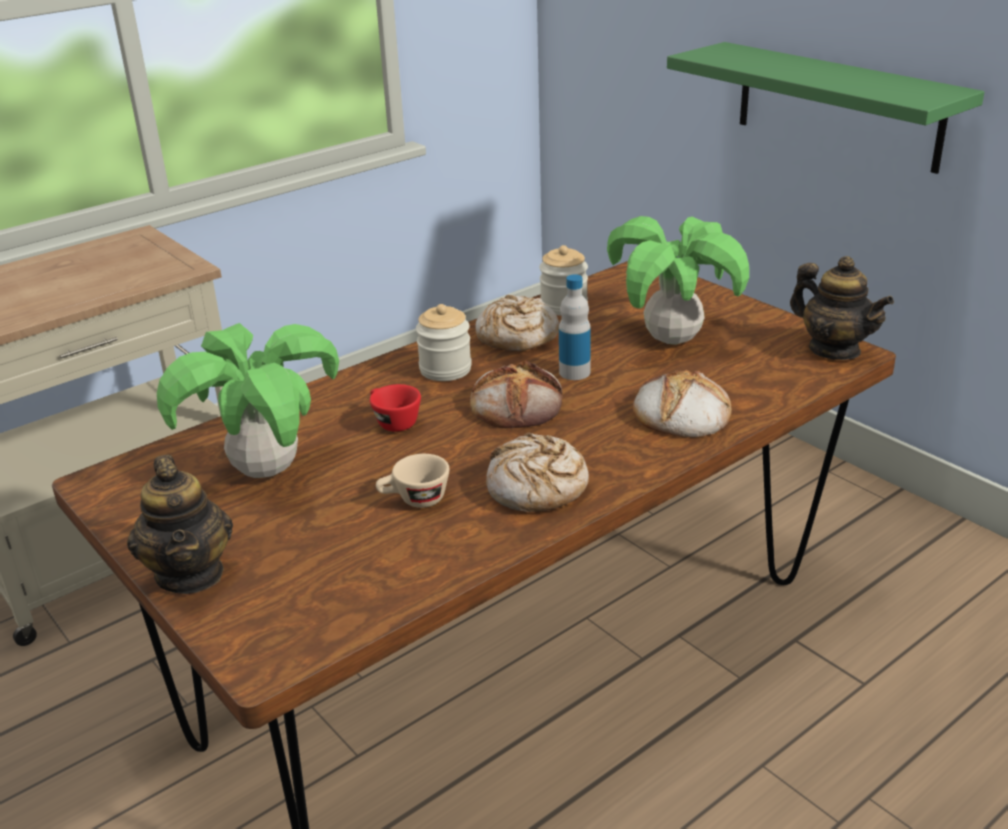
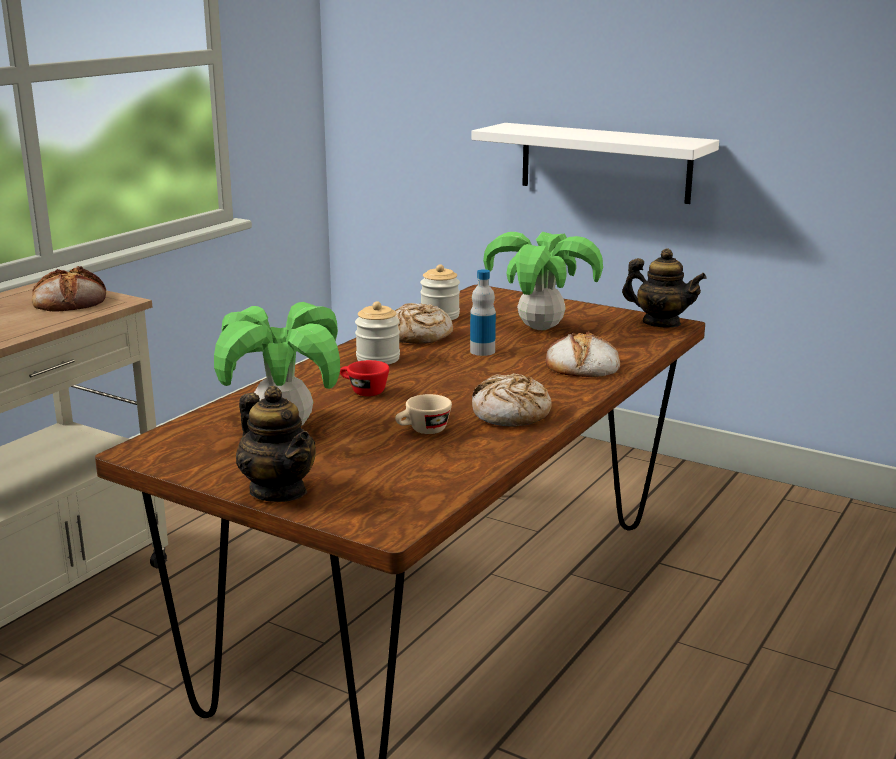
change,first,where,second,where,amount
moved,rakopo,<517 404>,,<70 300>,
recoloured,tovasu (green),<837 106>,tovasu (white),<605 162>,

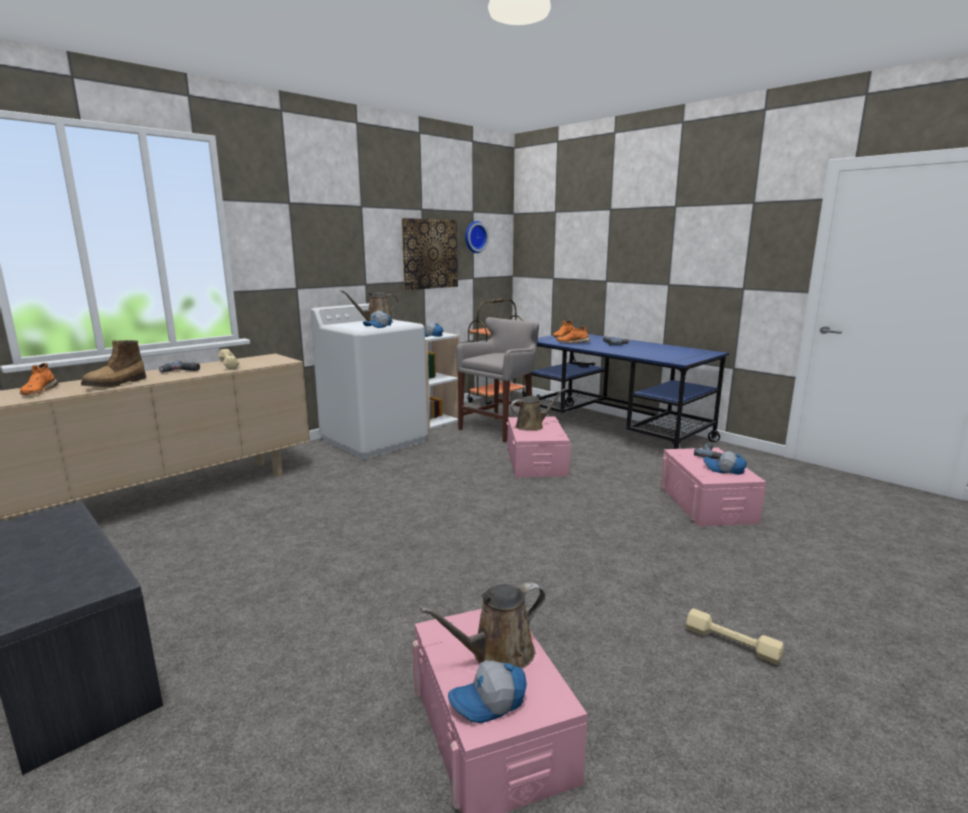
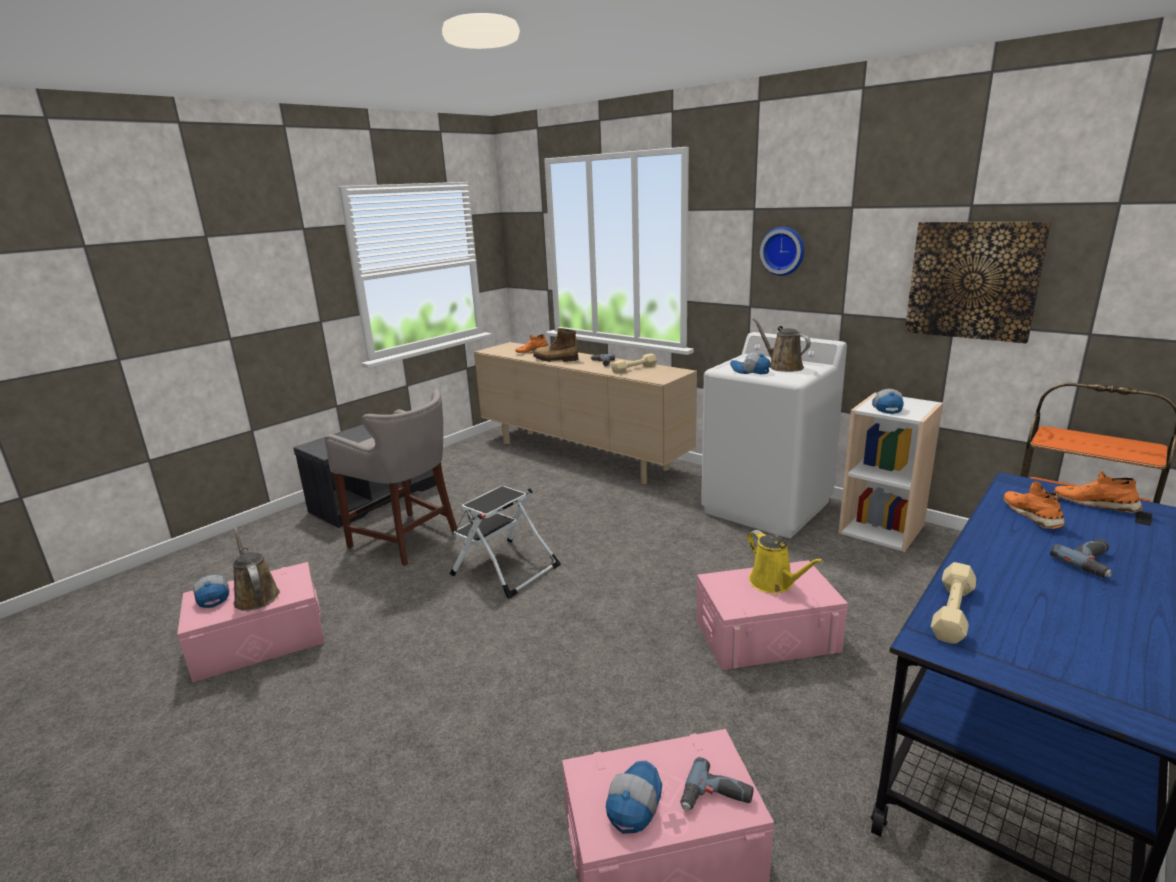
change,first,where,second,where,amount
moved,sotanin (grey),<500 428>,,<407 540>,
moved,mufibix,<474 237>,,<783 251>,
recoloured,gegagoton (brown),<532 426>,gegagoton (yellow),<774 583>,
moved,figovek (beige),<732 643>,,<953 611>,
added,,,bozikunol,<505 567>,

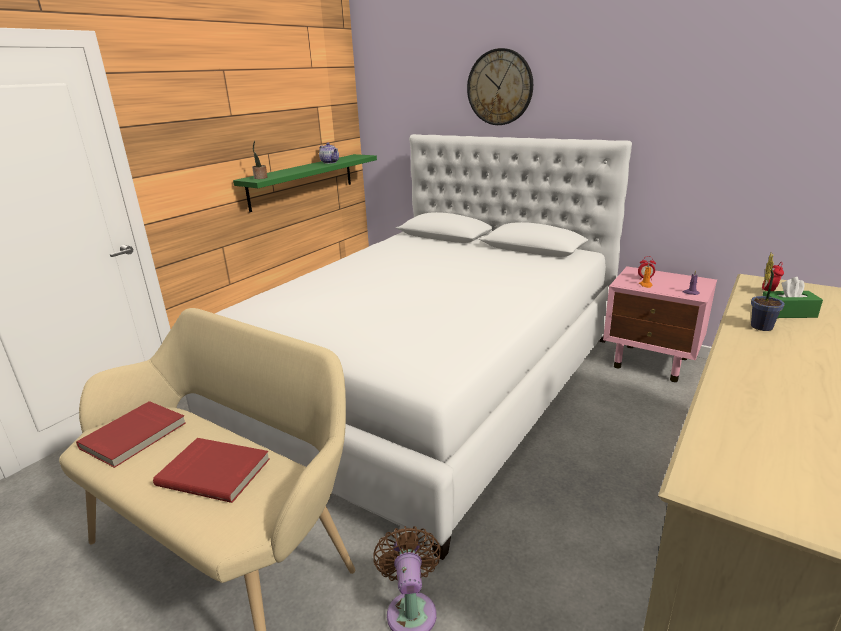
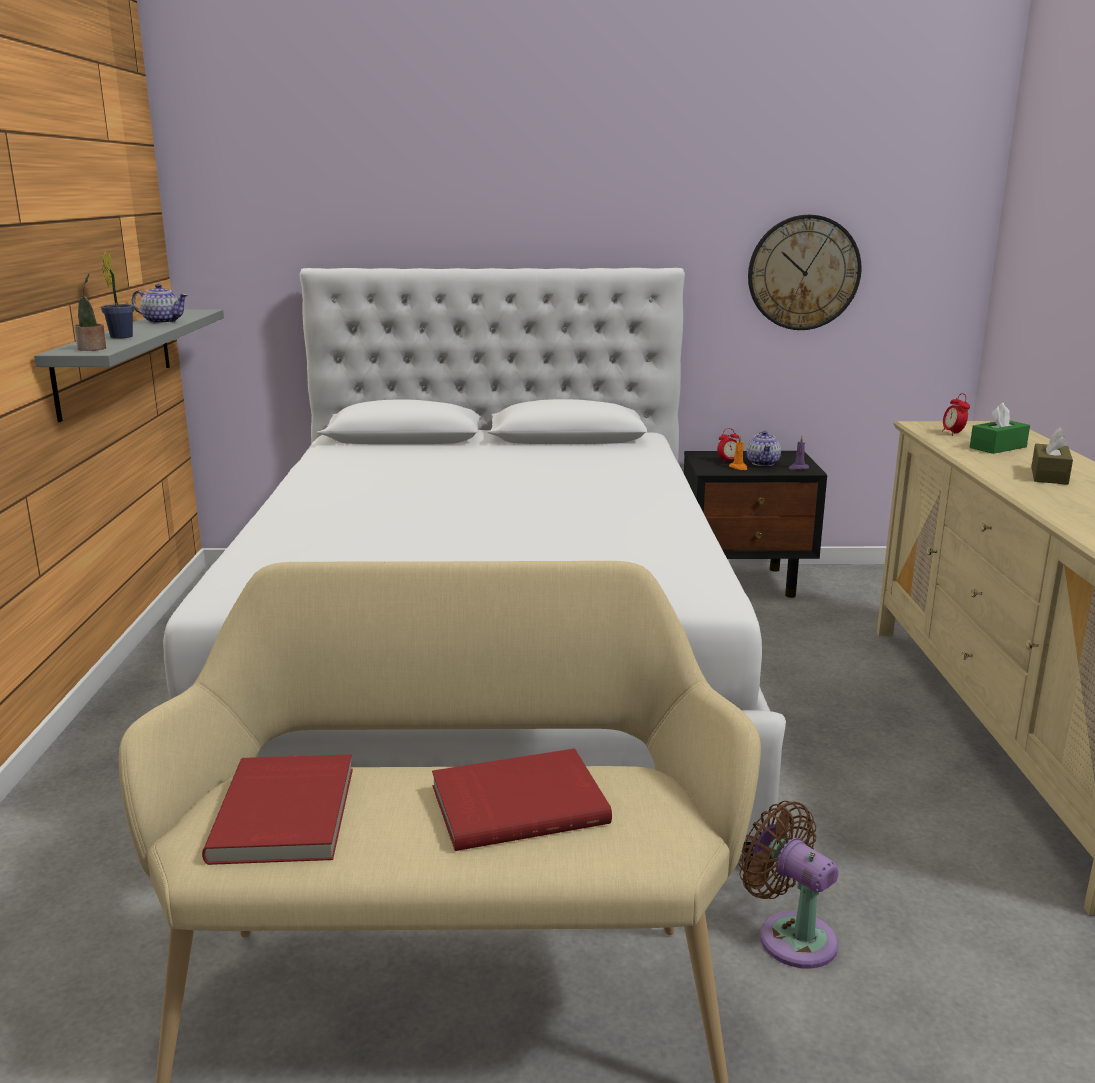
change,first,where,second,where,amount
recoloured,tovasu (green),<302 181>,tovasu (grey),<115 360>,
moved,mufibix,<500 87>,,<803 273>,
recoloured,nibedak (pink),<652 362>,nibedak (black),<746 582>,
moved,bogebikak,<761 326>,,<122 336>,
added,,,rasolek,<763 463>,
added,,,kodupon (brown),<1049 475>,

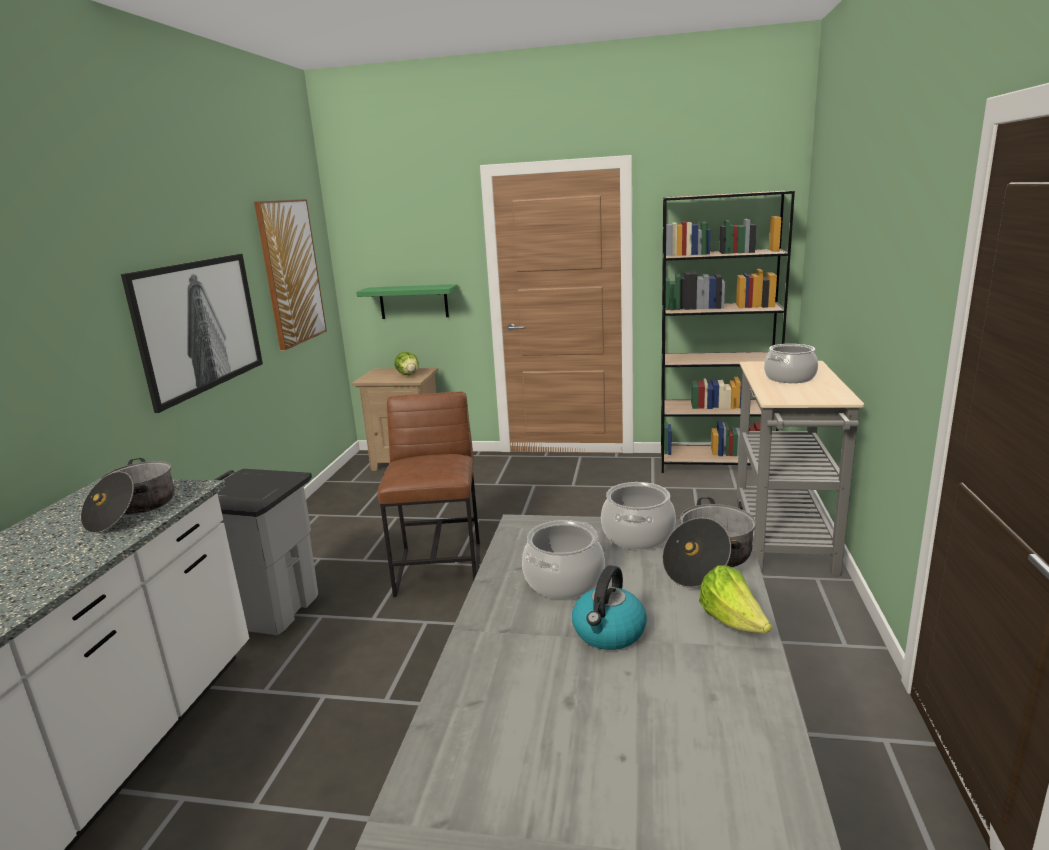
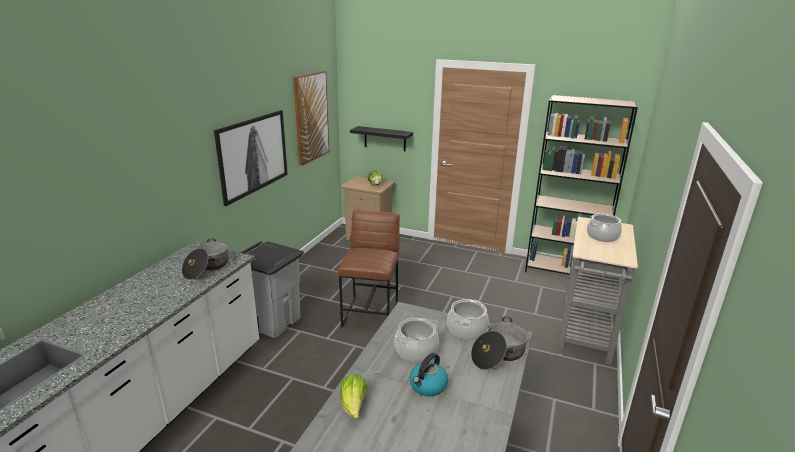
change,first,where,second,where,amount
recoloured,tovasu (green),<413 301>,tovasu (black),<385 138>,
moved,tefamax,<733 622>,,<354 406>,

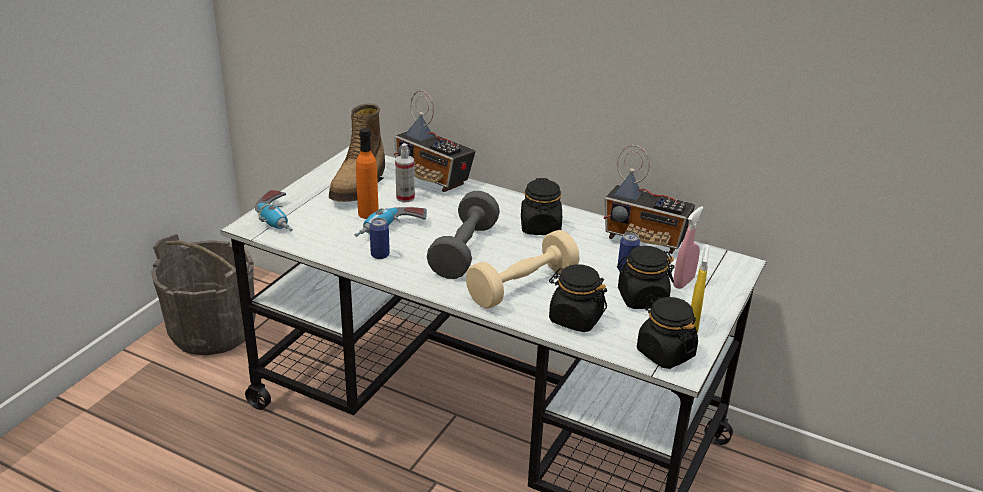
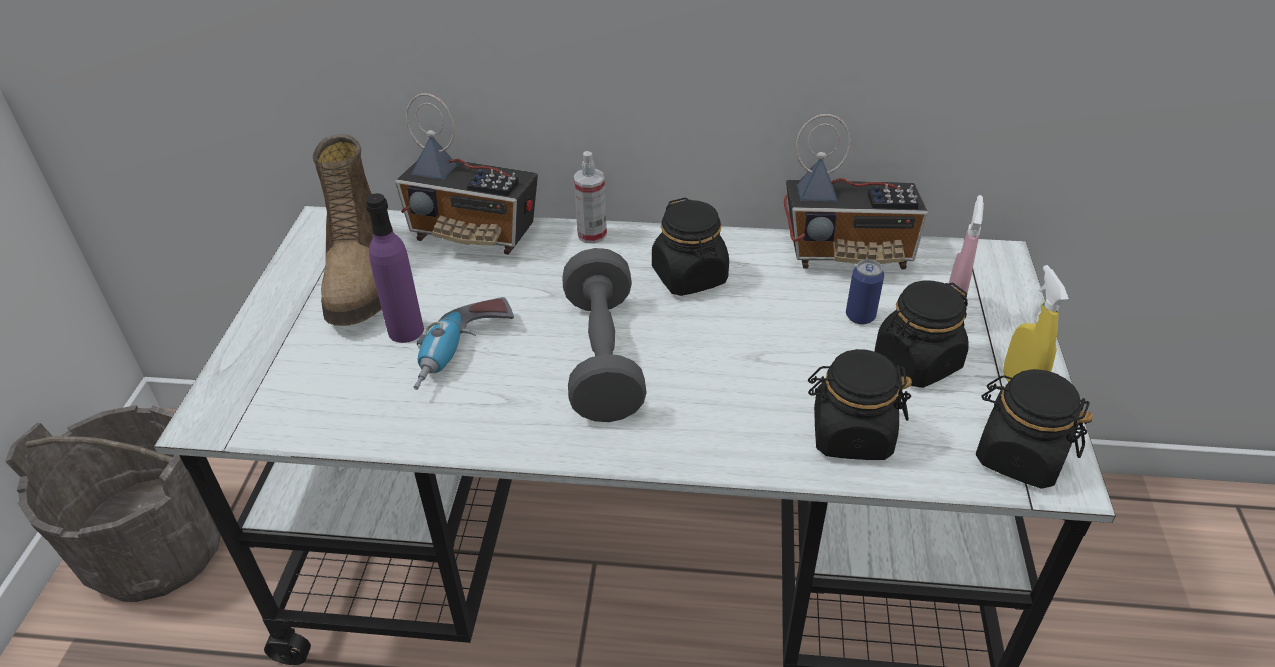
change,first,where,second,where,amount
removed,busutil,<279 220>,,,
recoloured,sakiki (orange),<368 213>,sakiki (purple),<406 330>,
removed,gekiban,<380 255>,,,
moved,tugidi,<405 198>,,<592 234>,
removed,figovek (beige),<522 286>,,,

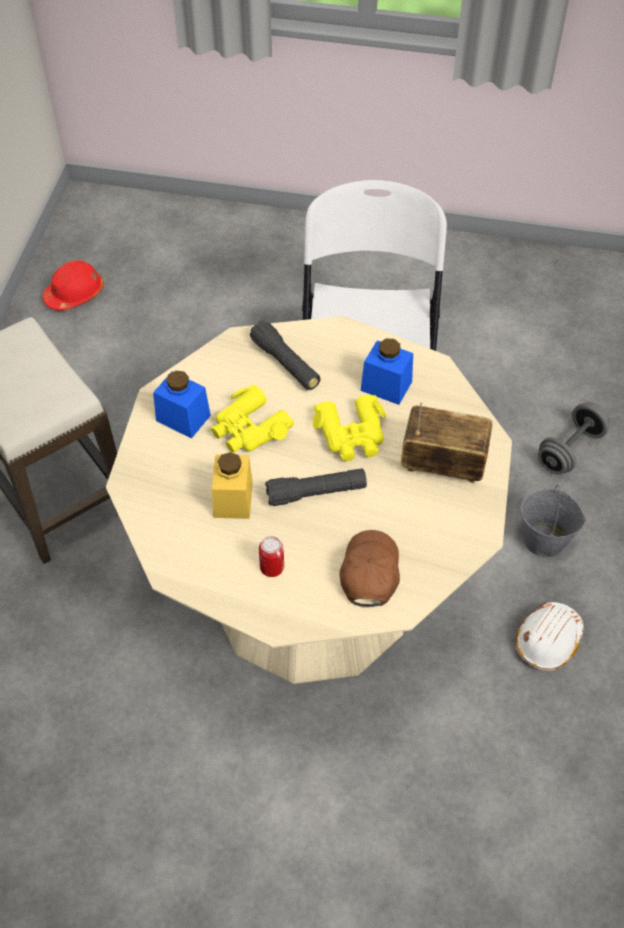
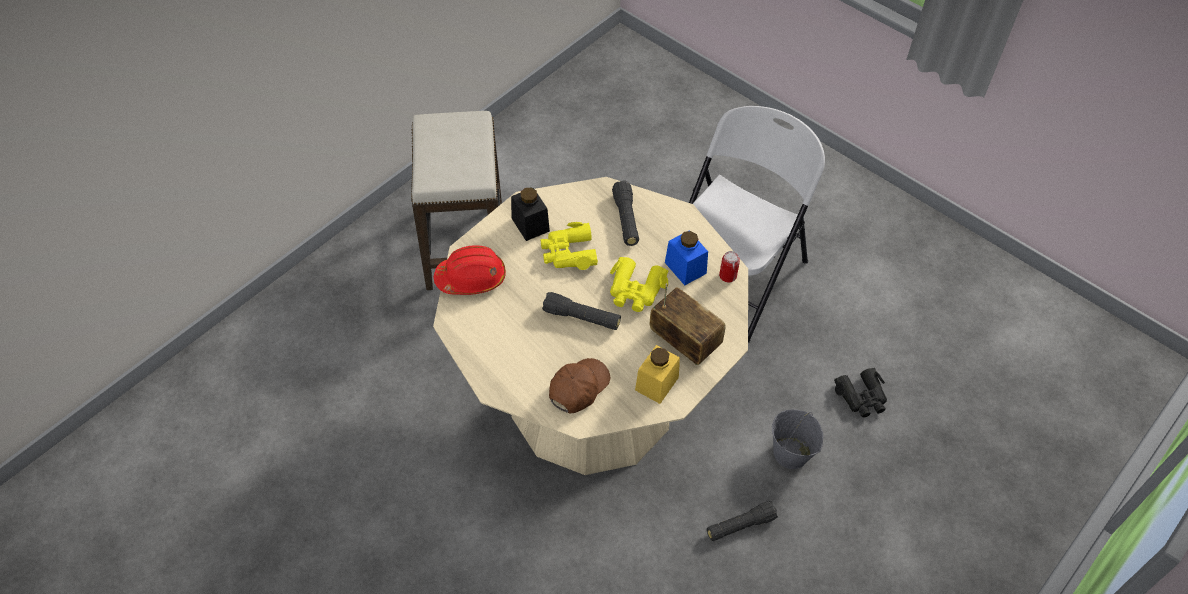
change,first,where,second,where,amount
moved,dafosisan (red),<75 294>,,<471 278>,
recoloured,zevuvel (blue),<183 418>,zevuvel (black),<530 224>,
moved,zevuvel (yellow),<233 499>,,<656 383>,
moved,gekiban,<272 567>,,<727 276>,
replaced,dafosisan (white),<548 640>,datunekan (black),<740 526>,
replaced,figovek (grey),<570 450>,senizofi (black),<862 397>,

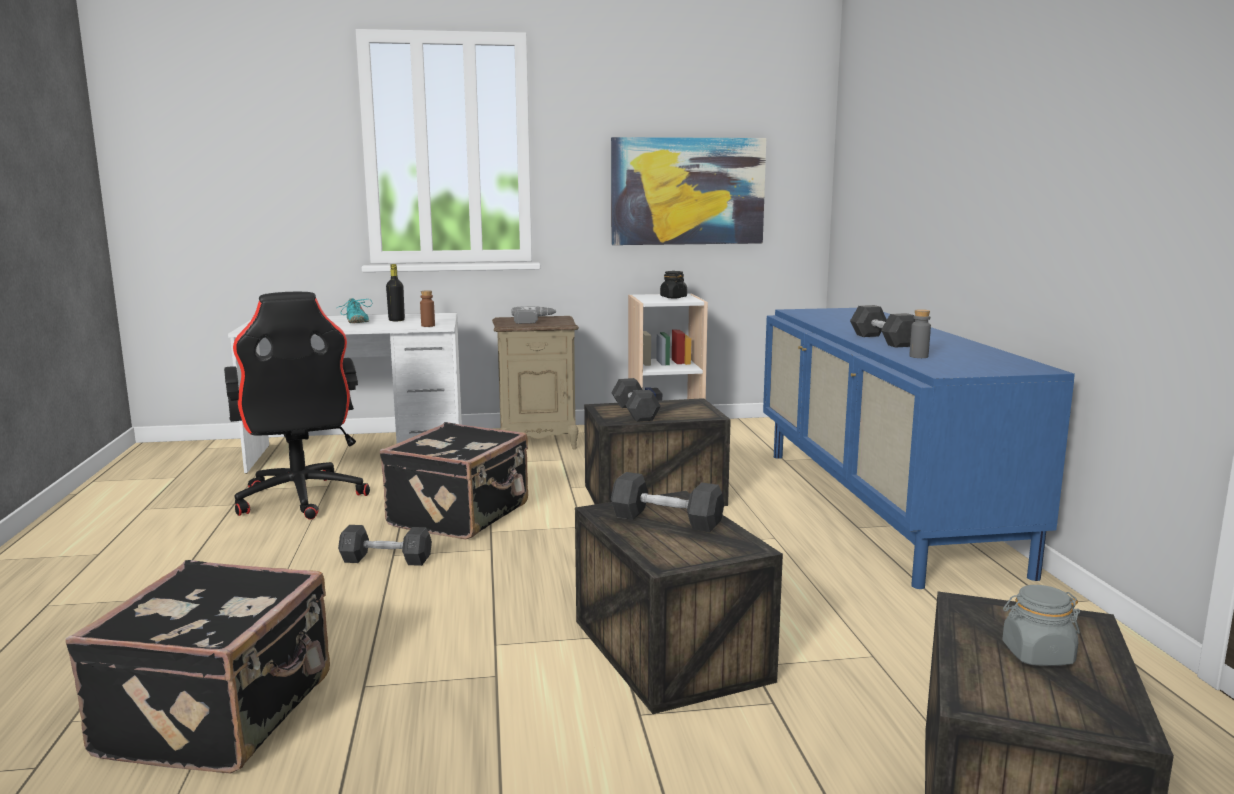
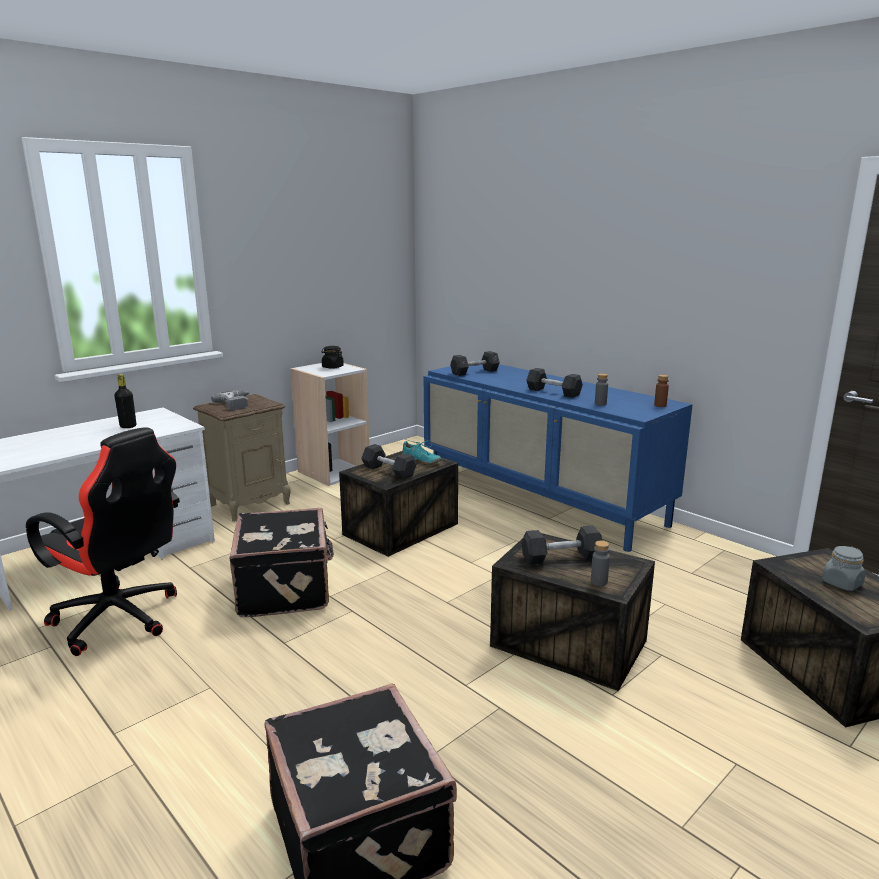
change,first,where,second,where,amount
moved,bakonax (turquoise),<356 321>,,<421 461>,
moved,figovek (grey),<386 560>,,<474 372>,
moved,sakiki (brown),<428 326>,,<660 405>,
removed,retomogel,<687 191>,,,
added,,,sakiki (grey),<599 582>,

